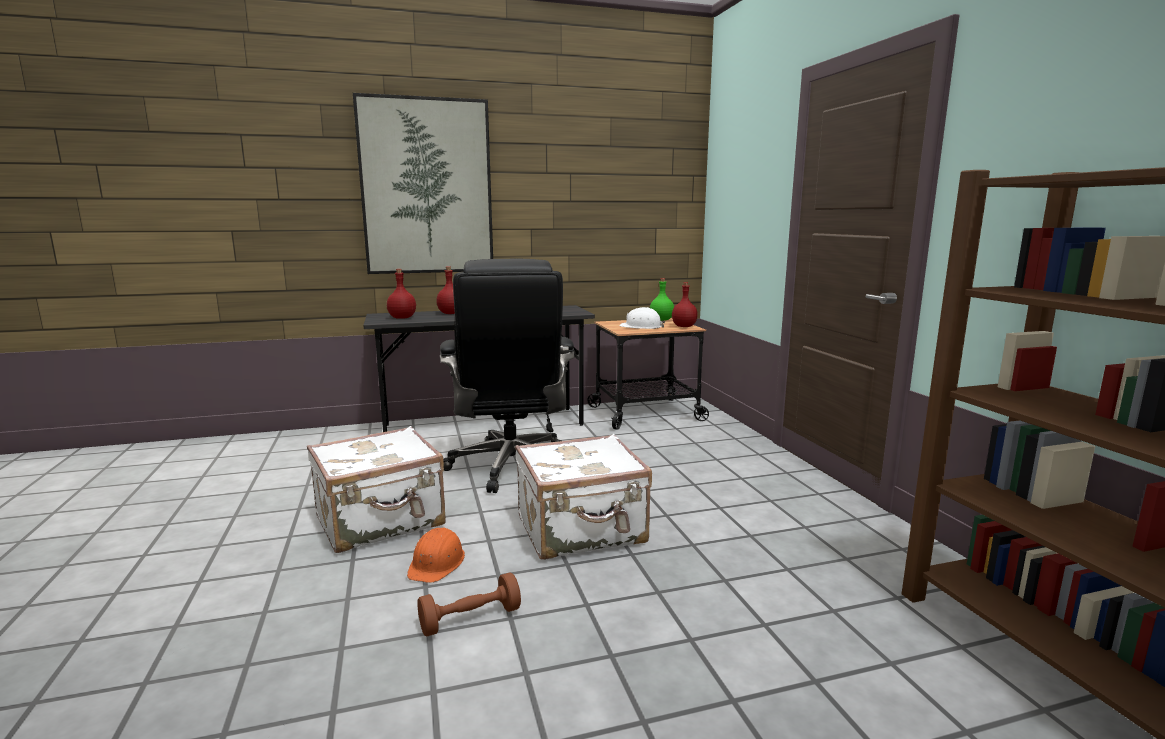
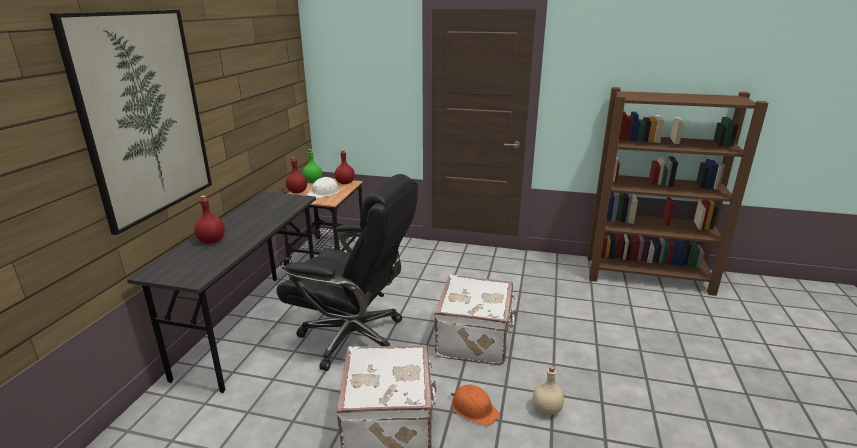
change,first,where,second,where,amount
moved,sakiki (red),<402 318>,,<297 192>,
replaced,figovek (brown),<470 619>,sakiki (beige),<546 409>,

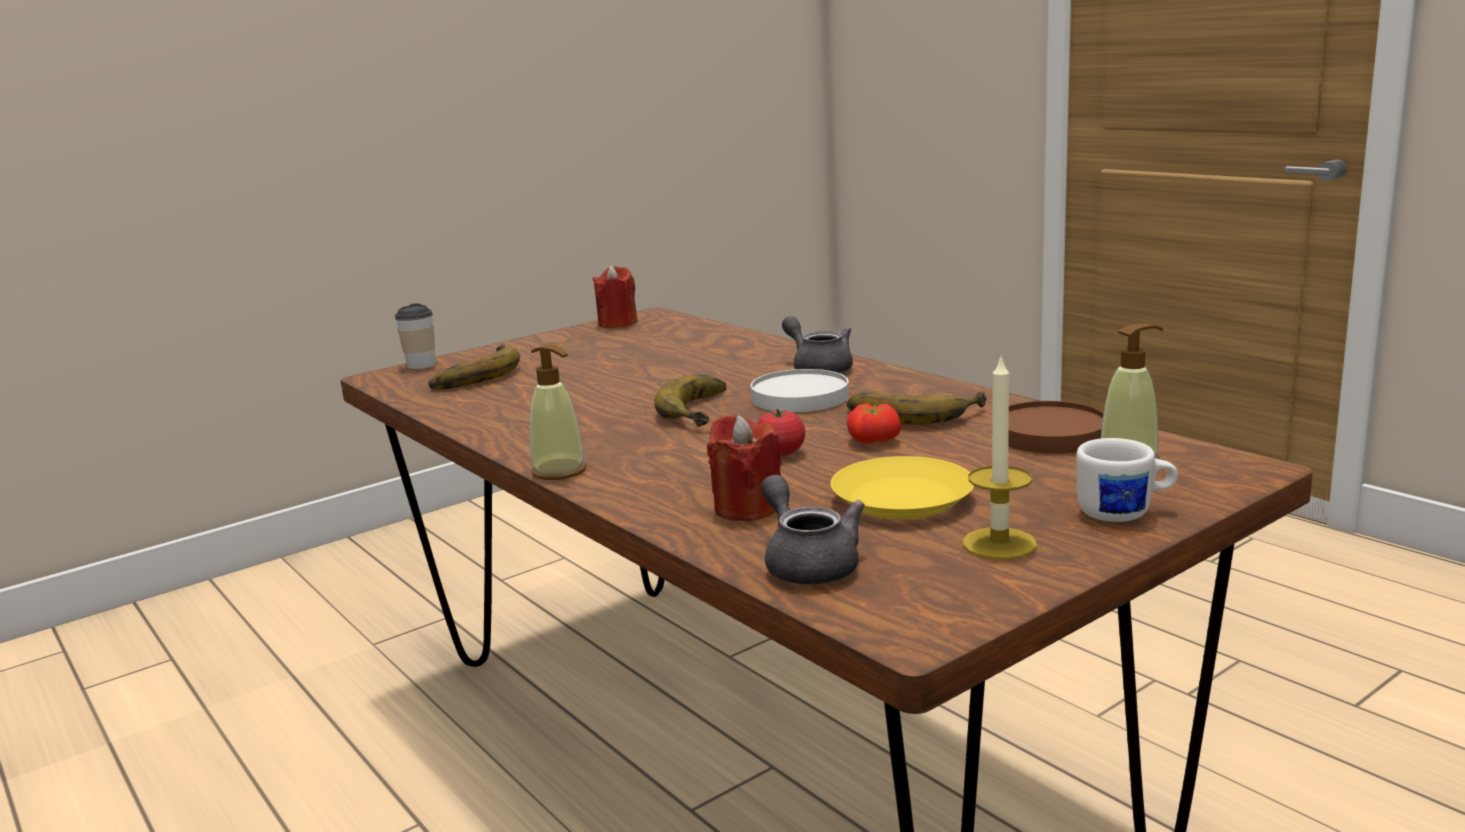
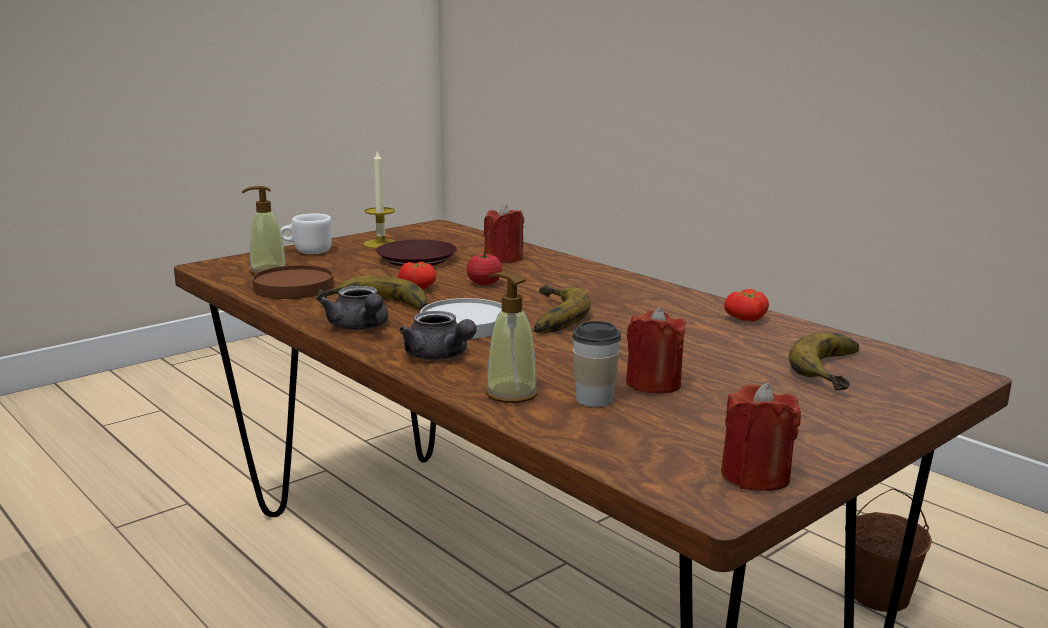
change,first,where,second,where,amount
moved,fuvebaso,<421 365>,,<594 399>,
moved,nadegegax,<559 471>,,<511 394>,
moved,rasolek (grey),<808 563>,,<360 327>,
recoloured,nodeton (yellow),<901 500>,nodeton (brown),<417 259>,
added,,,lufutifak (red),<653 384>,
added,,,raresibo,<747 319>,
added,,,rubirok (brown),<879 594>,

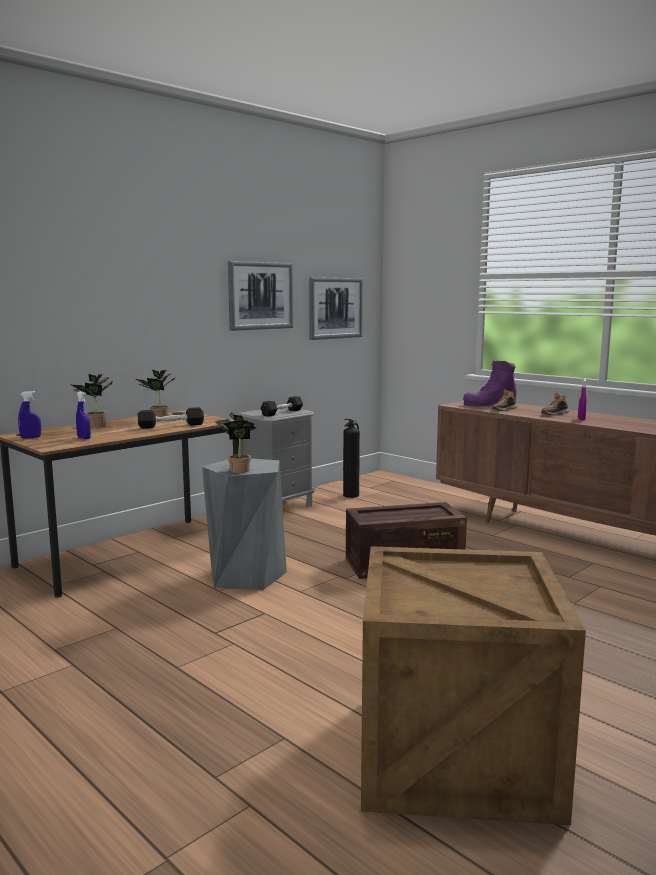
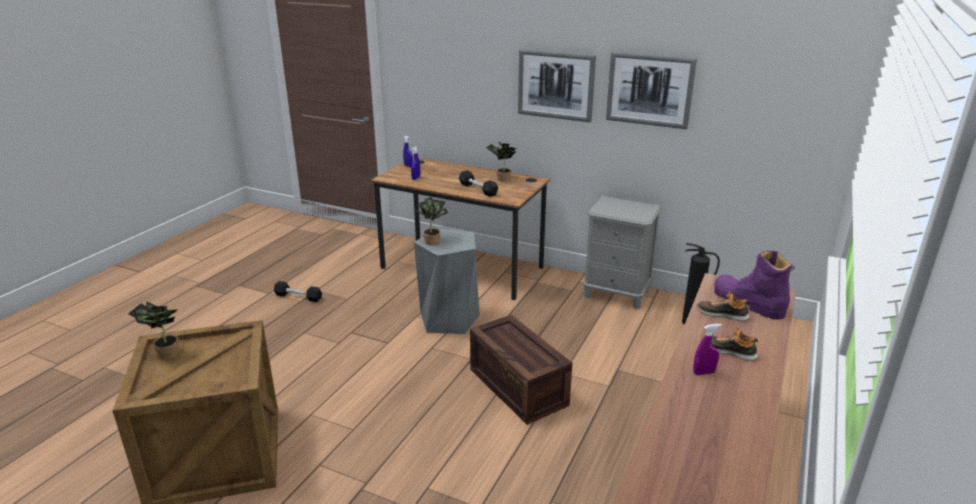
change,first,where,second,where,amount
moved,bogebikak,<95 426>,,<165 354>,
moved,figovek (black),<282 412>,,<298 297>,
moved,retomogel,<335 308>,,<556 85>,

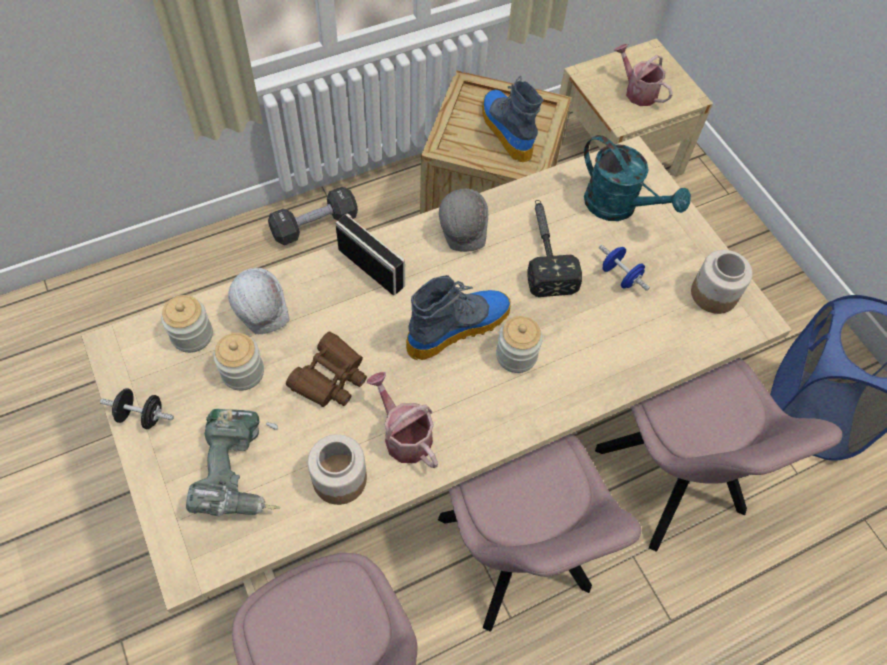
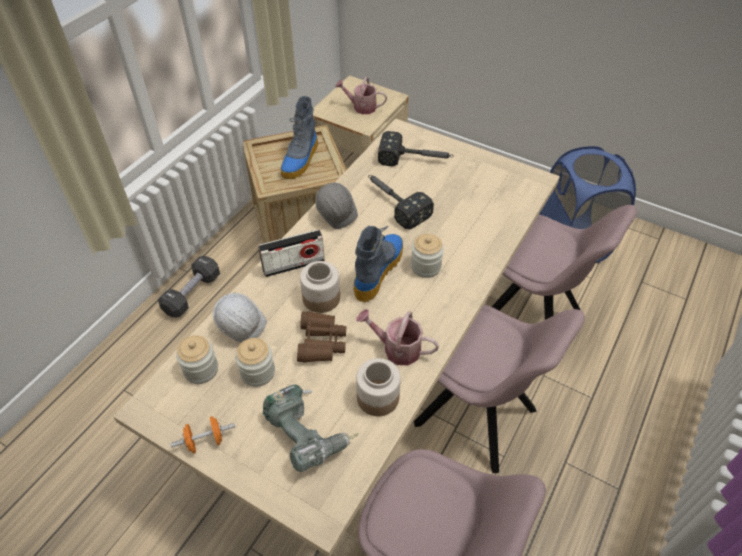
change,first,where,second,where,amount
recoloured,figovek (black),<141 416>,figovek (orange),<205 441>,
turned,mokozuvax,<371 267>,,<293 265>,150 degrees clockwise
turned,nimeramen,<506 130>,,<300 160>,105 degrees counterclockwise
replaced,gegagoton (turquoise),<619 207>,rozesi,<416 159>,
removed,figovek (blue),<620 276>,,,
moved,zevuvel,<713 294>,,<321 298>,

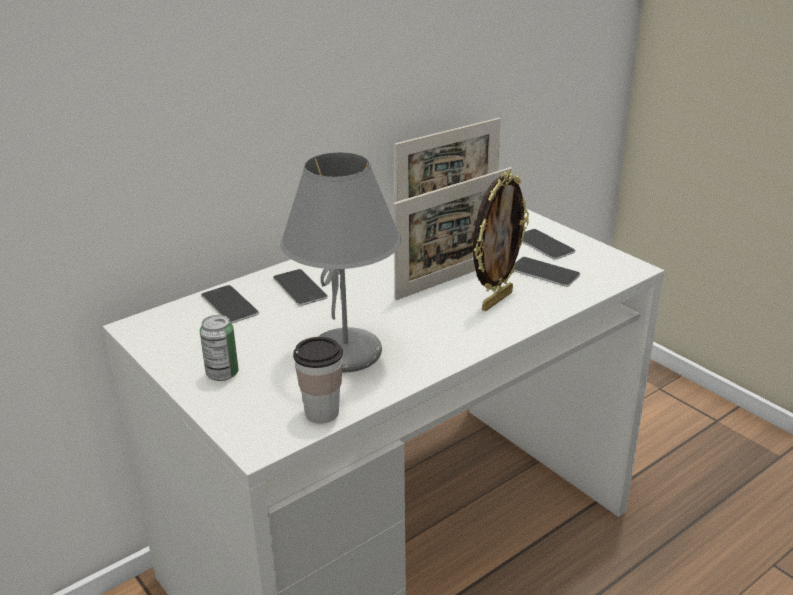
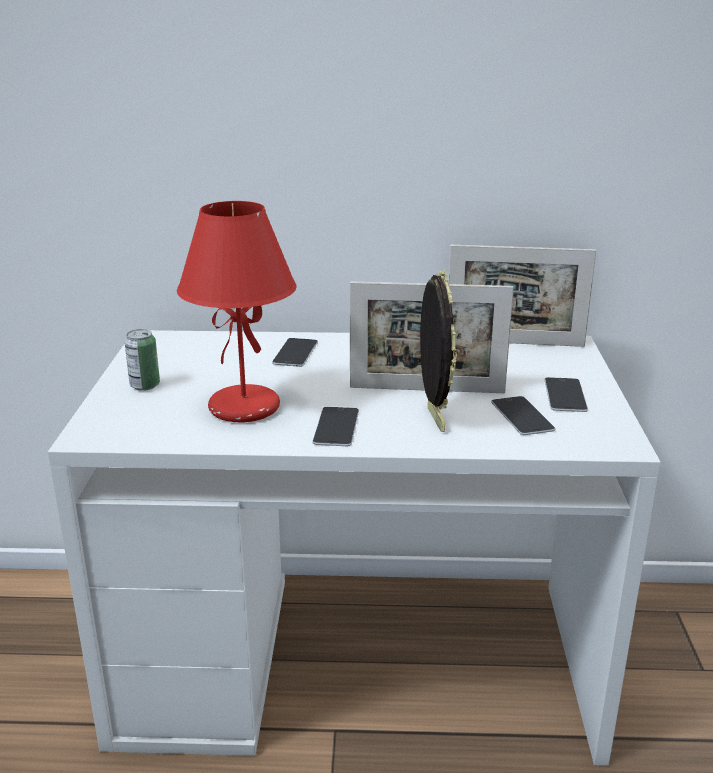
change,first,where,second,where,amount
moved,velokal,<229 304>,,<336 426>,
recoloured,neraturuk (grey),<347 355>,neraturuk (red),<244 408>,
removed,fuvebaso,<322 413>,,,
turned,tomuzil,<496 300>,,<433 419>,90 degrees counterclockwise

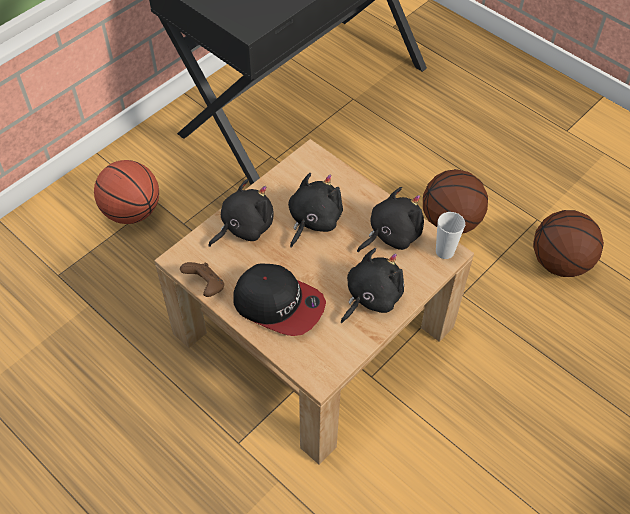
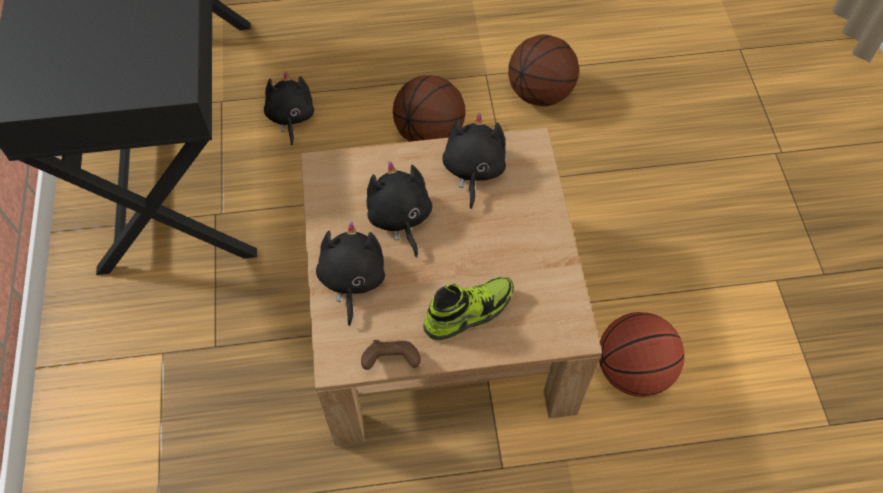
change,first,where,second,where,amount
moved,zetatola,<132 211>,,<632 370>,
replaced,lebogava,<279 304>,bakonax,<468 312>,
moved,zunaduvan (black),<371 297>,,<290 117>,
removed,fuvebaso,<444 251>,,,

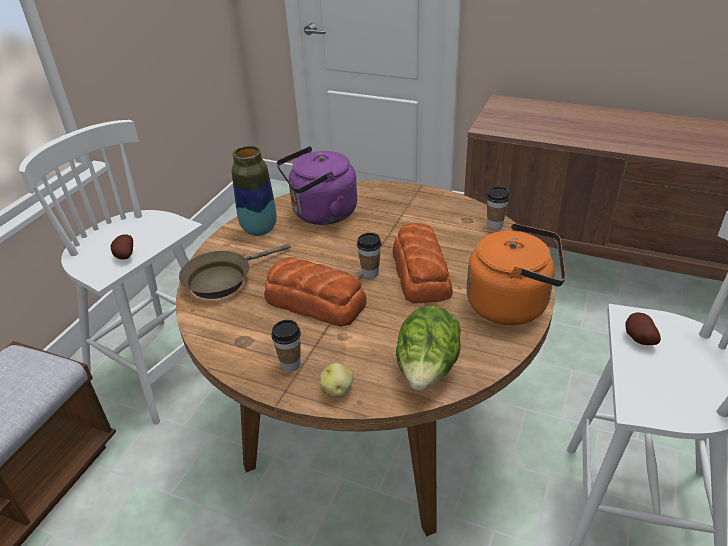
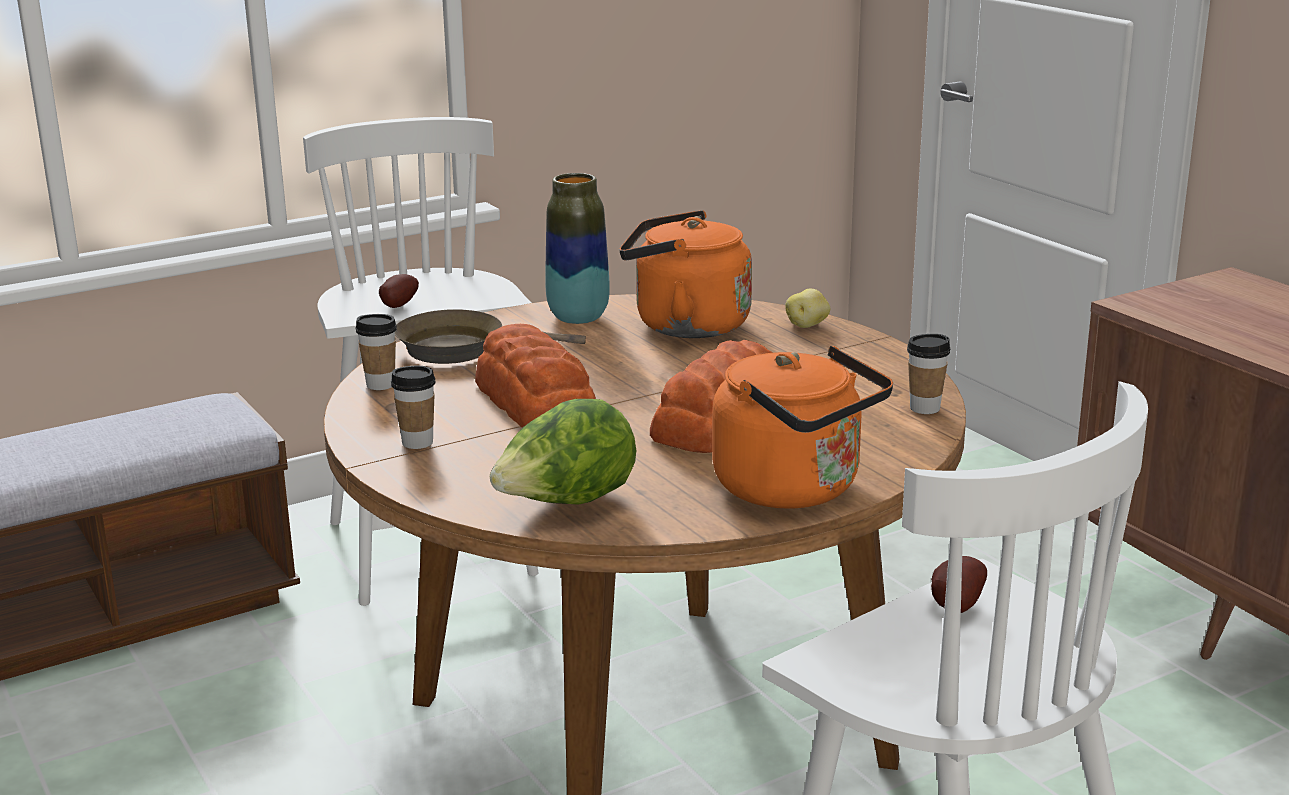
change,first,where,second,where,amount
recoloured,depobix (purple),<321 214>,depobix (orange),<684 325>,
moved,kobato,<337 390>,,<807 325>,
moved,fuvebaso,<370 273>,,<380 385>,

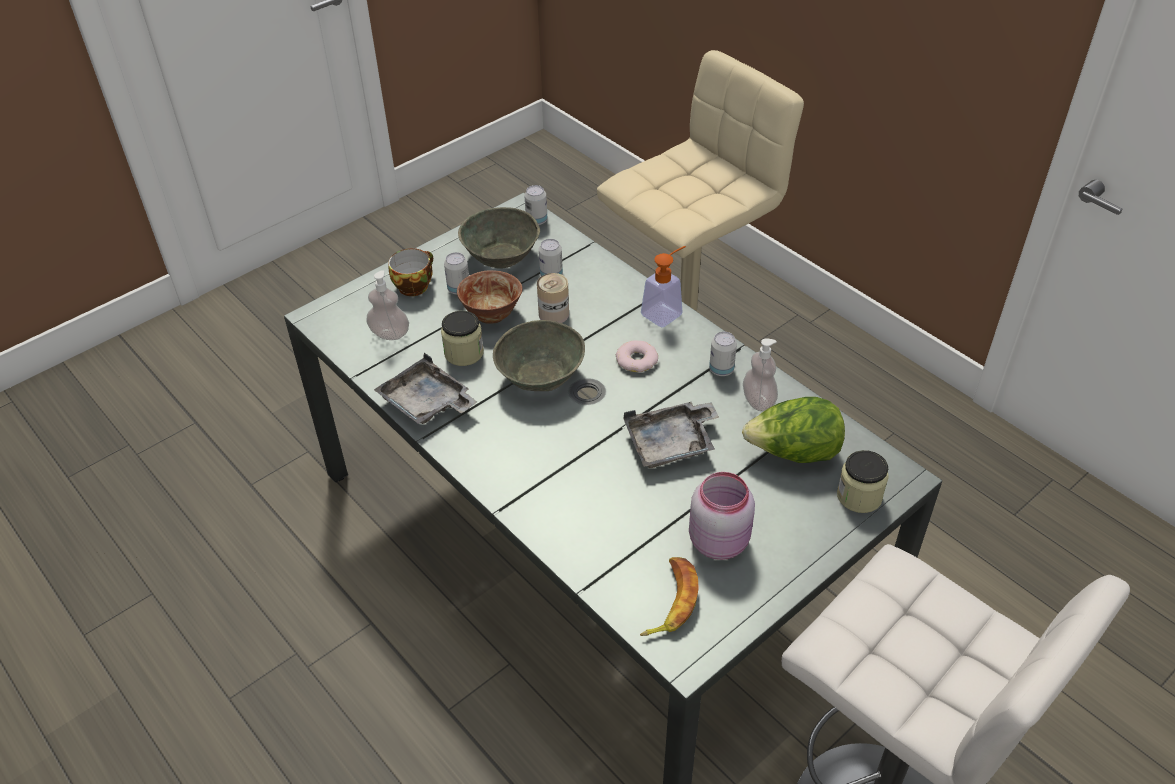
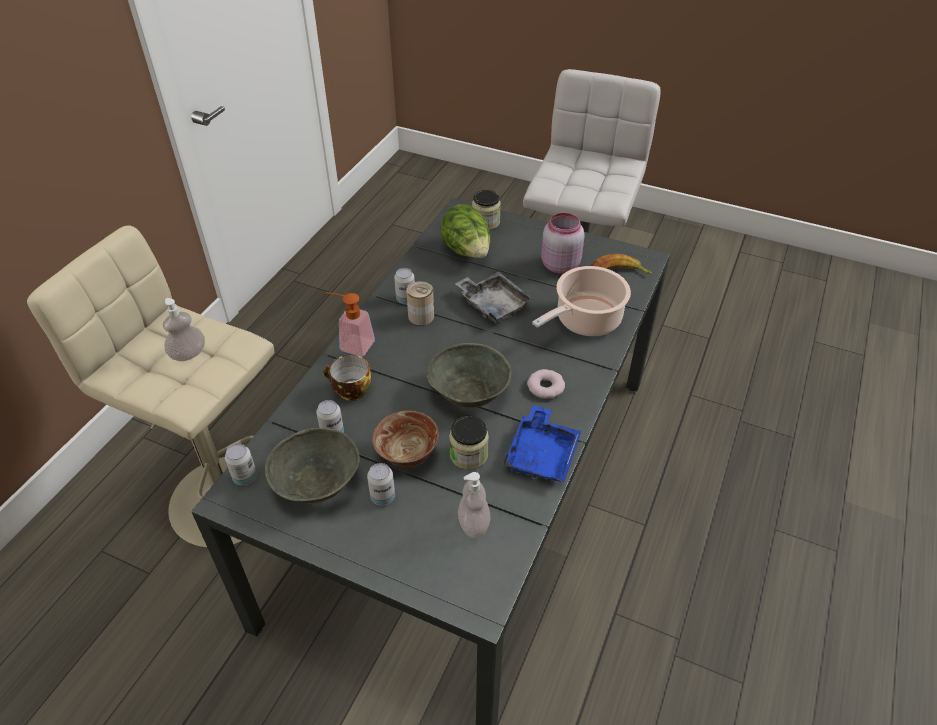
change,first,where,second,where,amount
recoloured,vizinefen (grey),<427 403>,vizinefen (blue),<542 454>,
moved,fuvebaso,<414 285>,,<350 391>,
moved,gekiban,<553 314>,,<421 316>,
moved,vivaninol,<637 360>,,<545 387>,
moved,nadegegax,<758 401>,,<188 354>,
added,,,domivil,<585 320>,

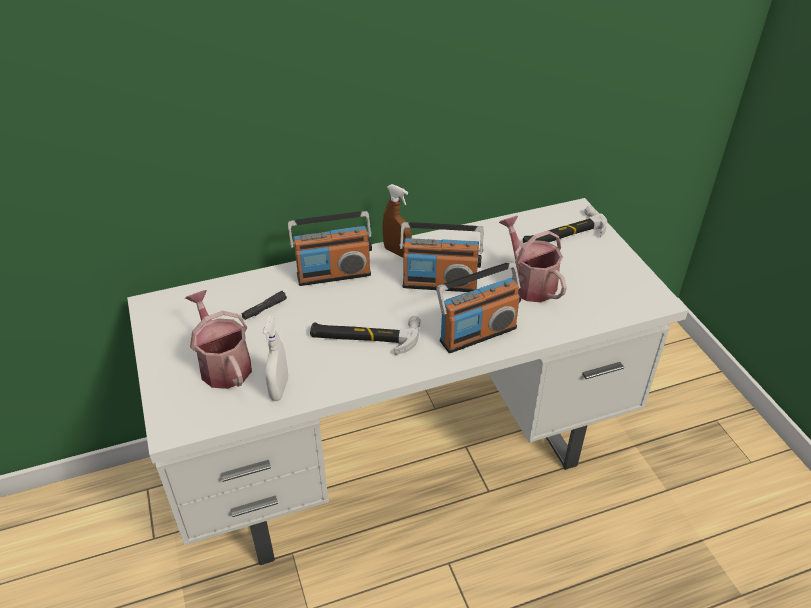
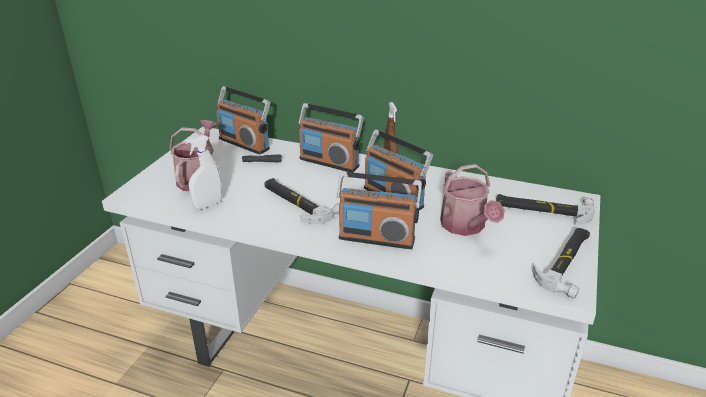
change,first,where,second,where,amount
turned,gegagoton,<529 282>,,<465 227>,150 degrees clockwise
added,,,mokozuvax,<244 143>,
added,,,rozesi,<567 262>,

